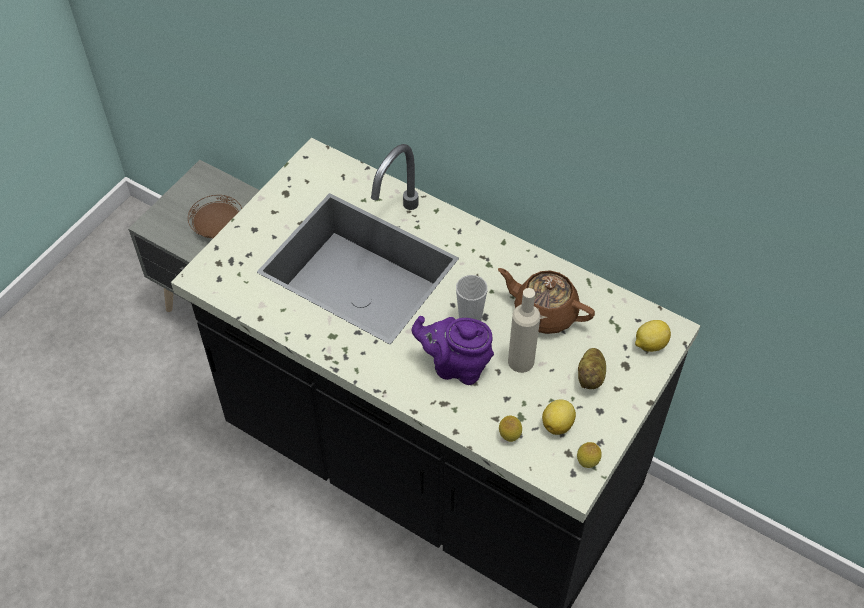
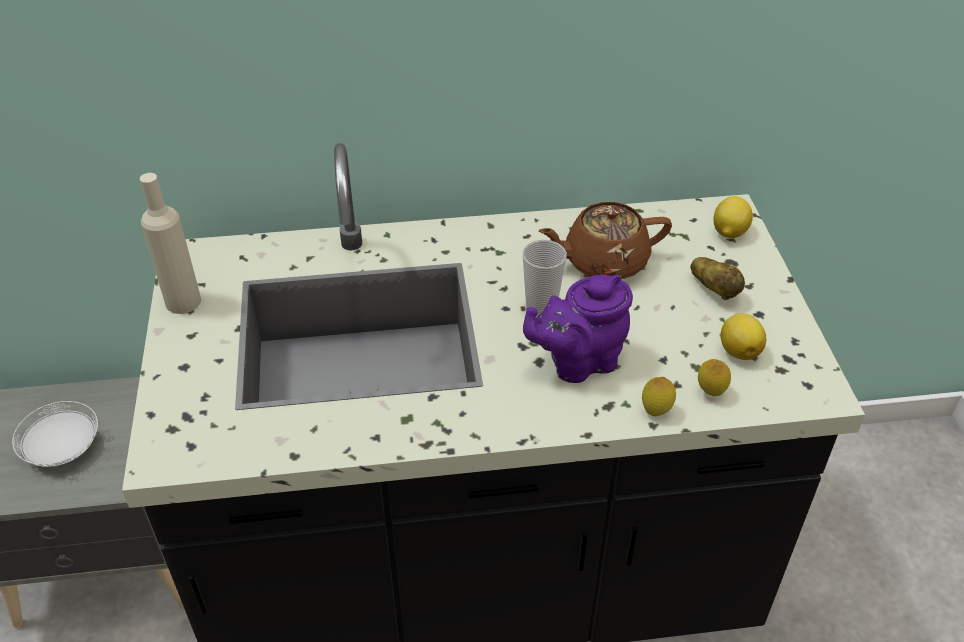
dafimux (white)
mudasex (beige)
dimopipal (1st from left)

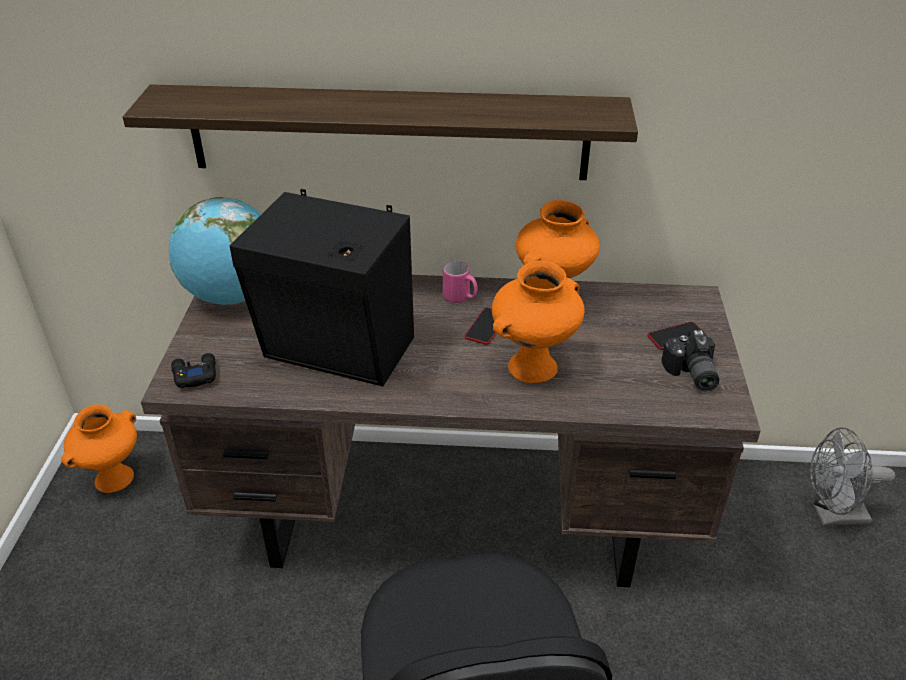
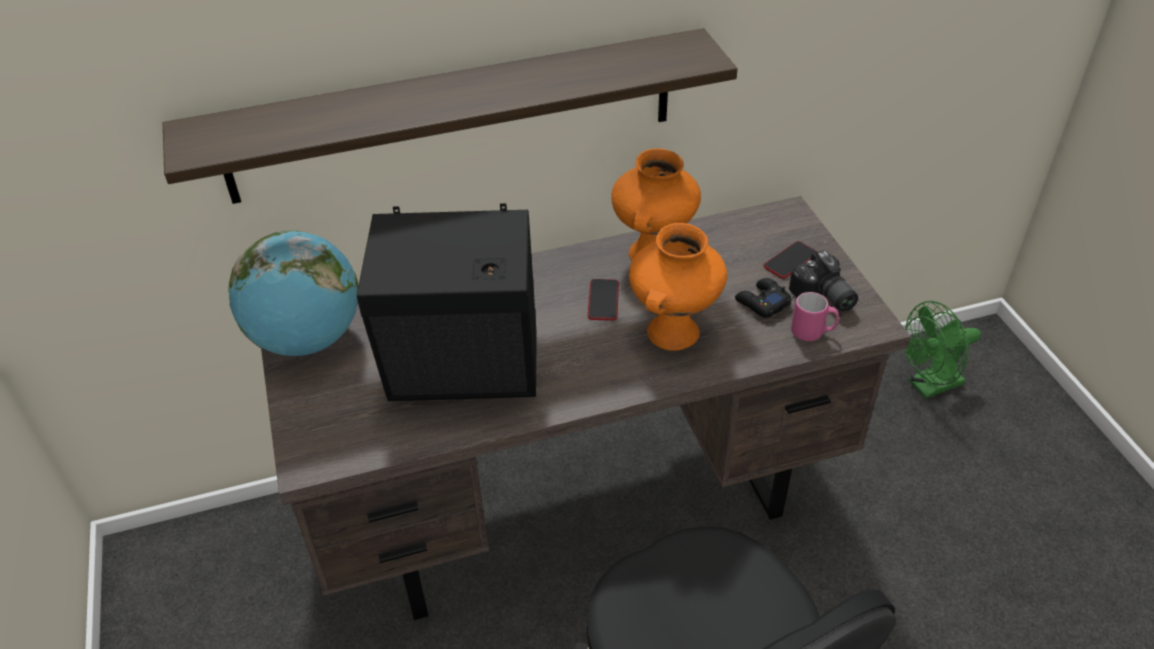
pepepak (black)
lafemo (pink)
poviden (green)
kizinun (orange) (1st from left in the first image)

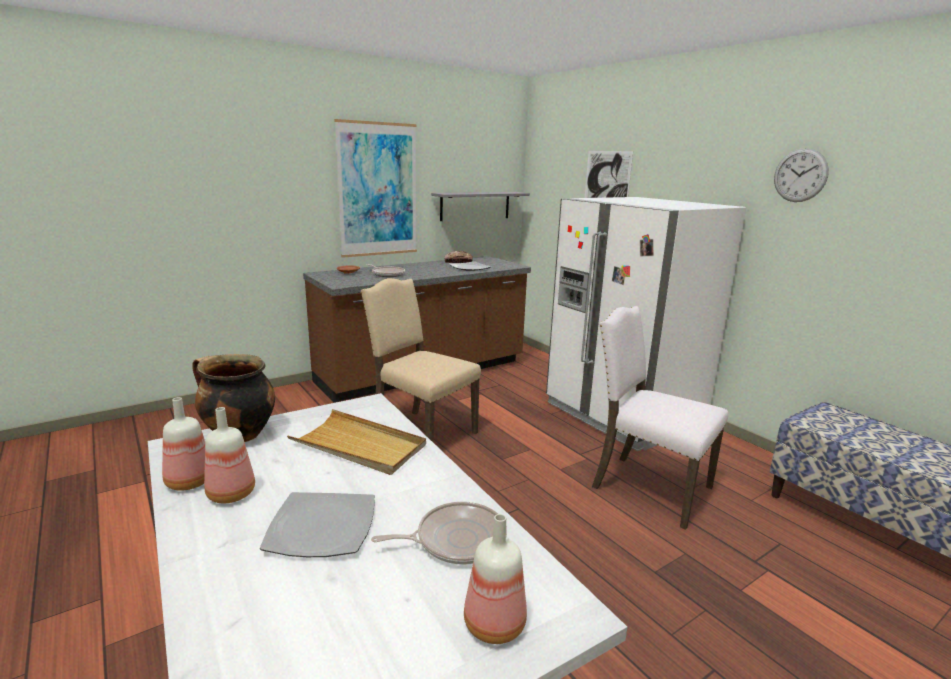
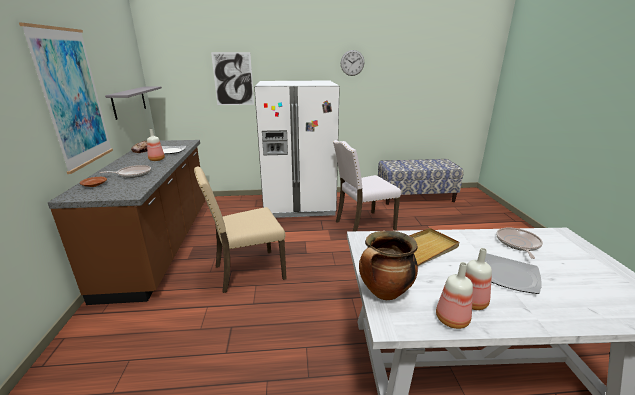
mudasex (1st from left)

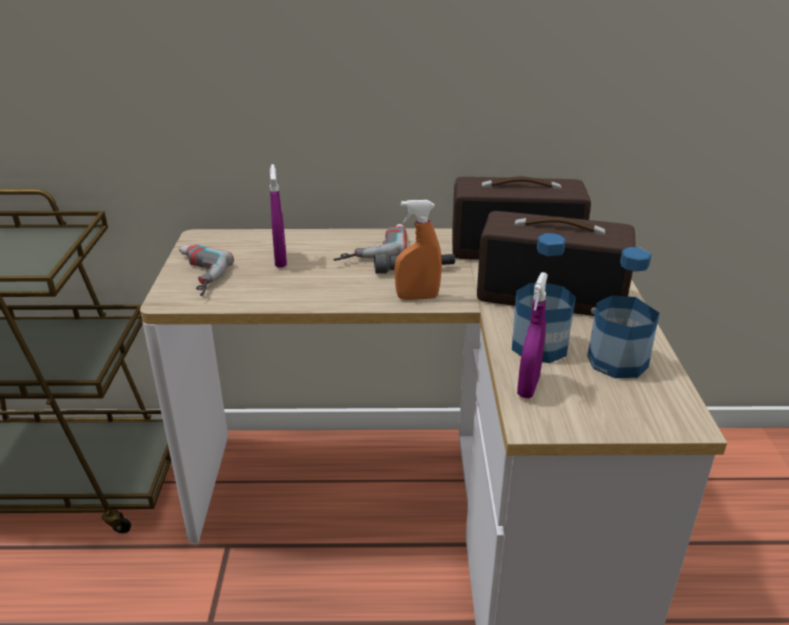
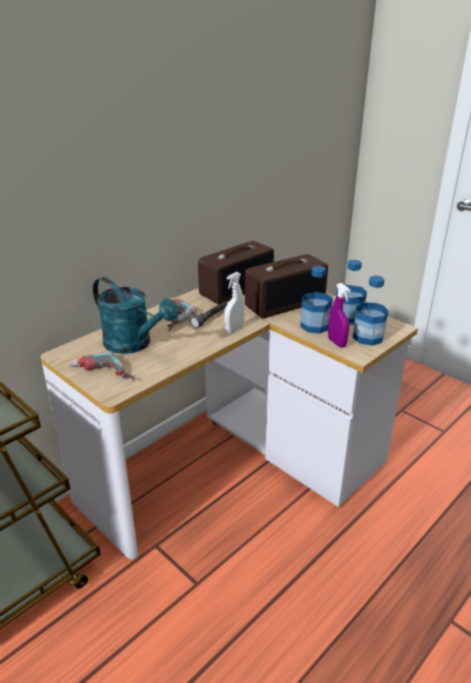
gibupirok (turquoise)
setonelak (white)
mudasex (3rd from left)

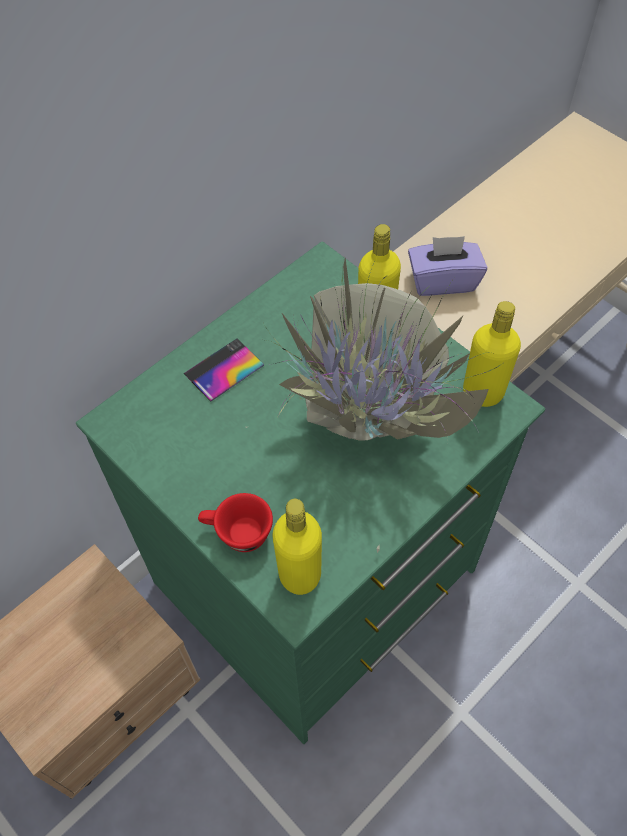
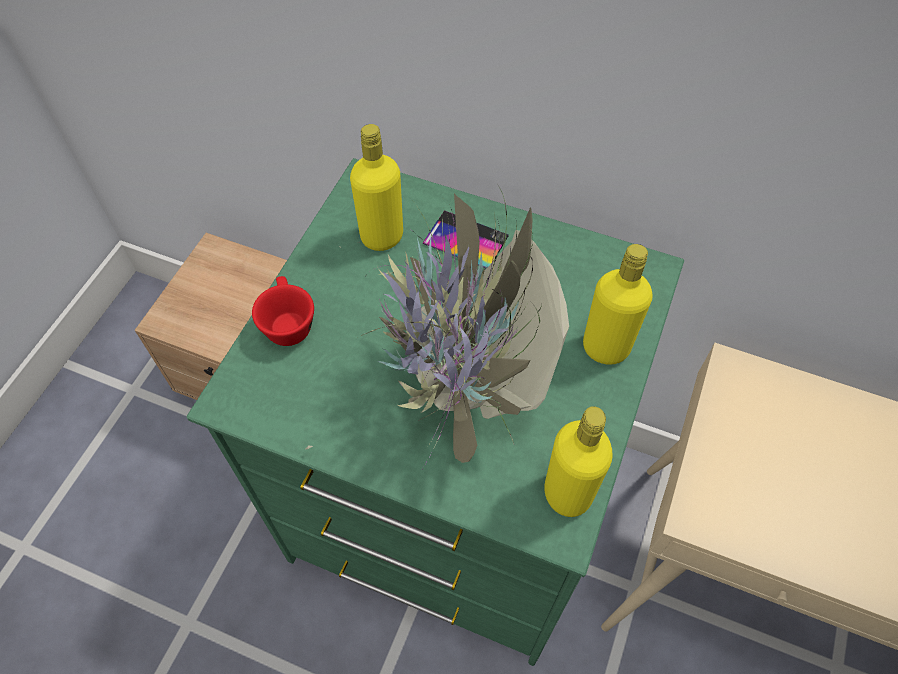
mudasex (yellow) (1st from left)
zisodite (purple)

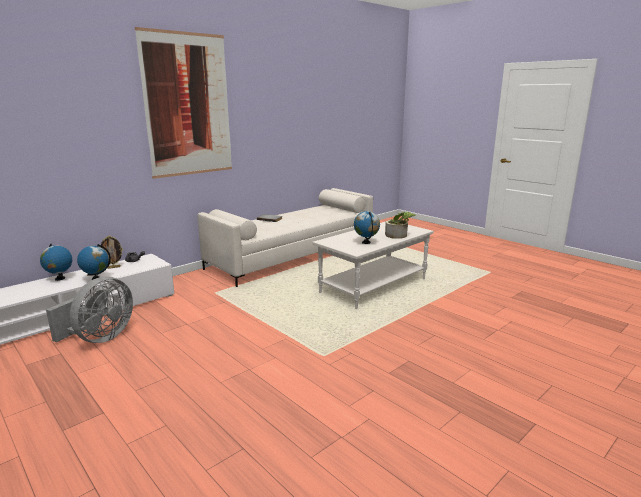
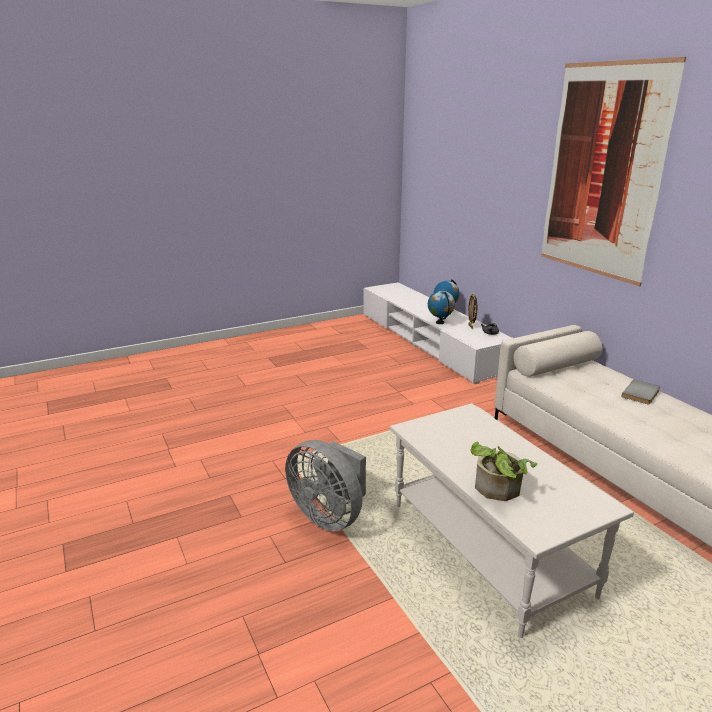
poviden (grey)
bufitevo (3rd from left in the first image)

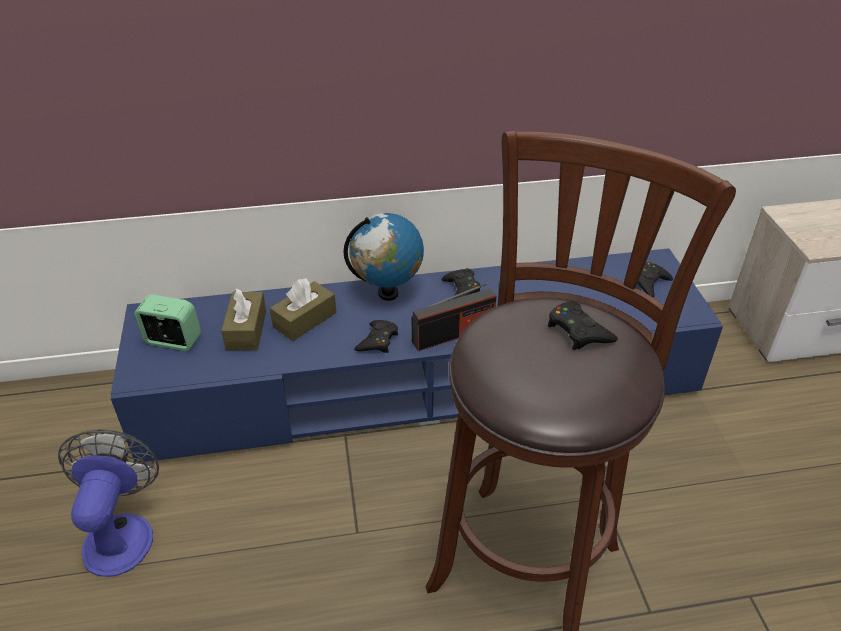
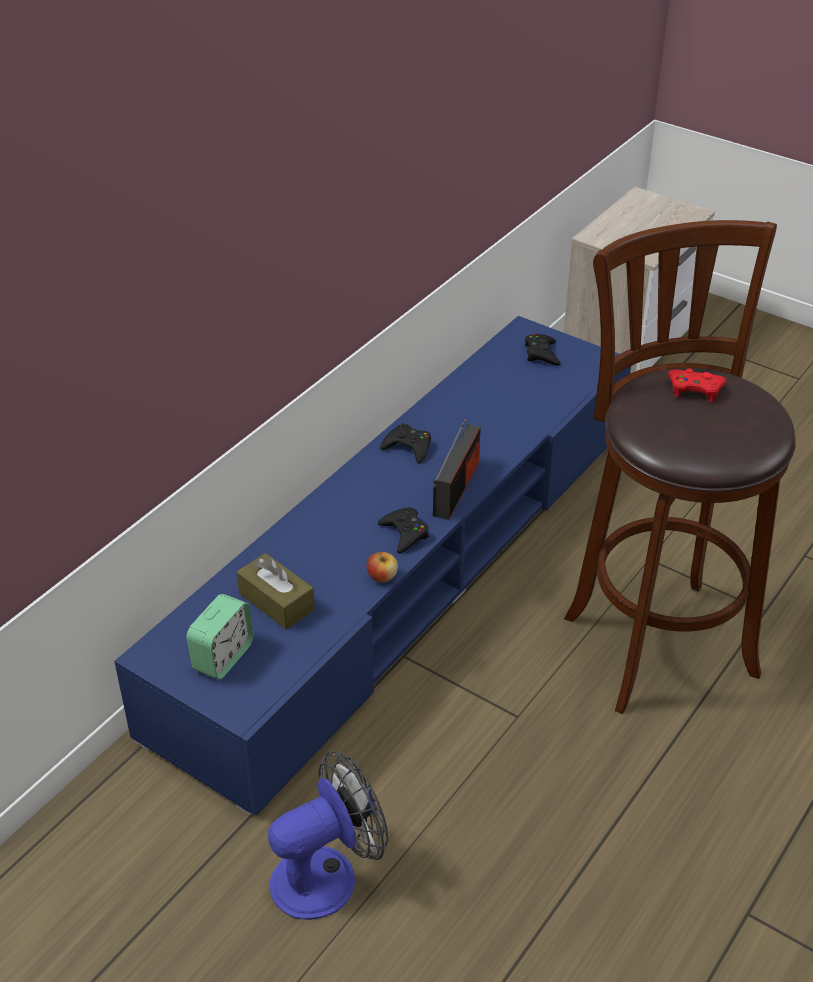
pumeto
poviden
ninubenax
pepepak (red)
zisodite (brown) (2nd from left in the first image)
bufitevo

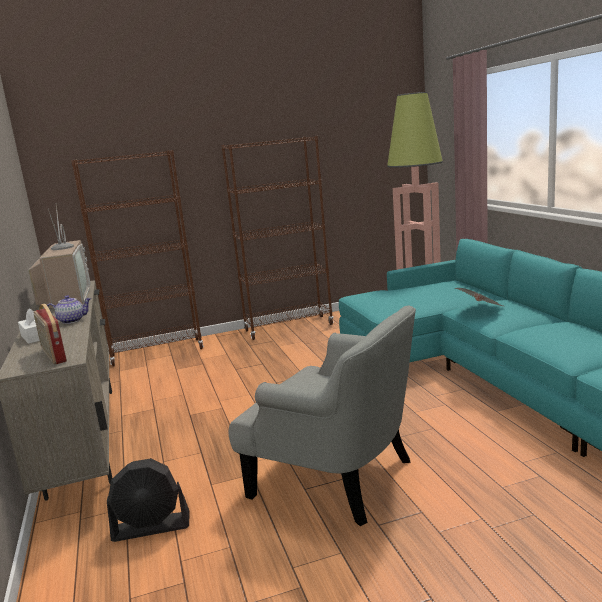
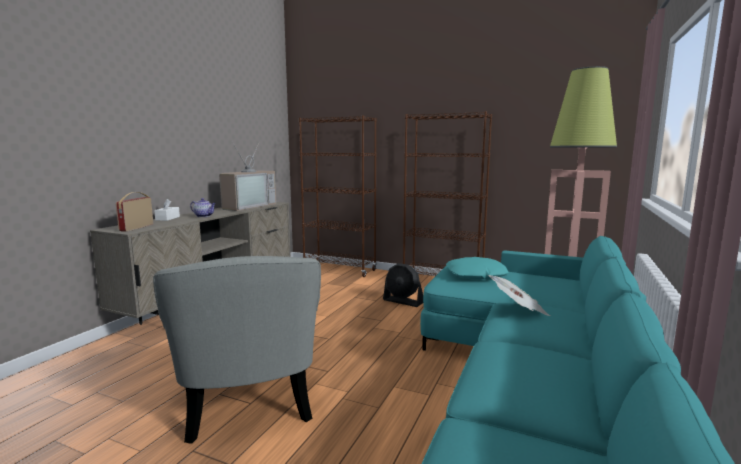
poviden (black)
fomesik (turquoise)

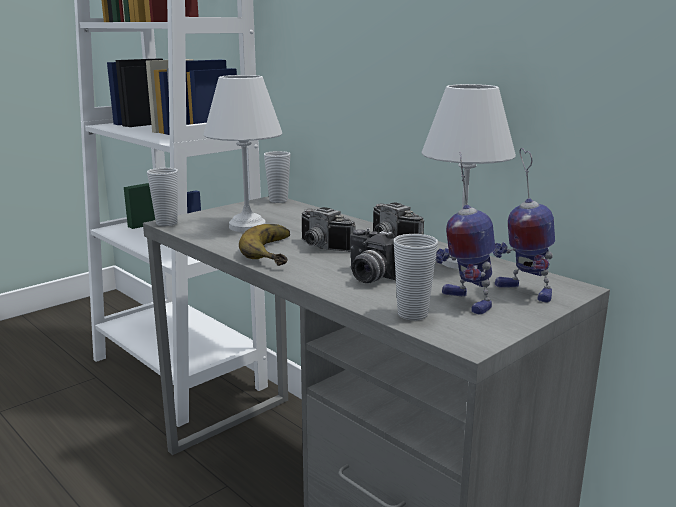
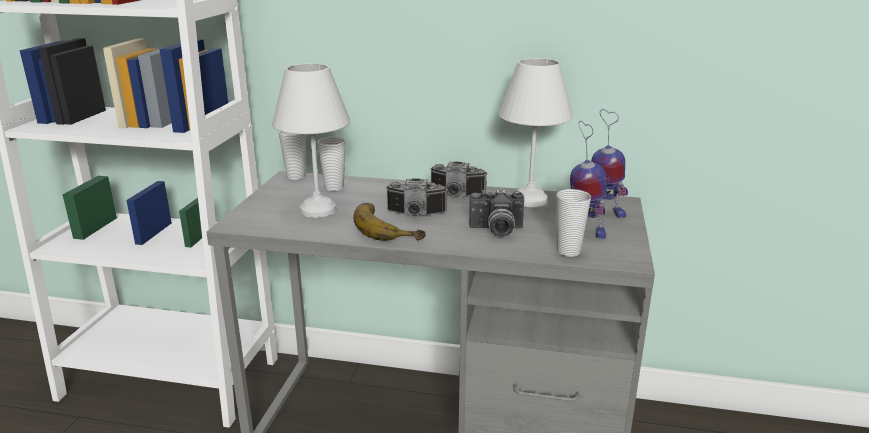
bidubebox (2nd from left)

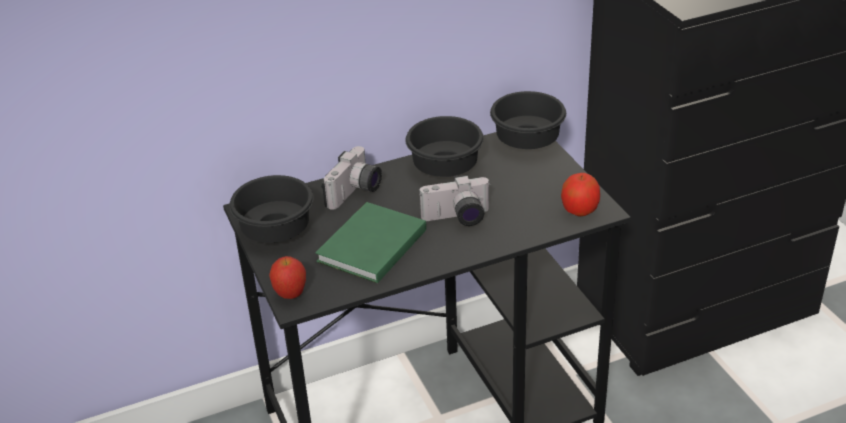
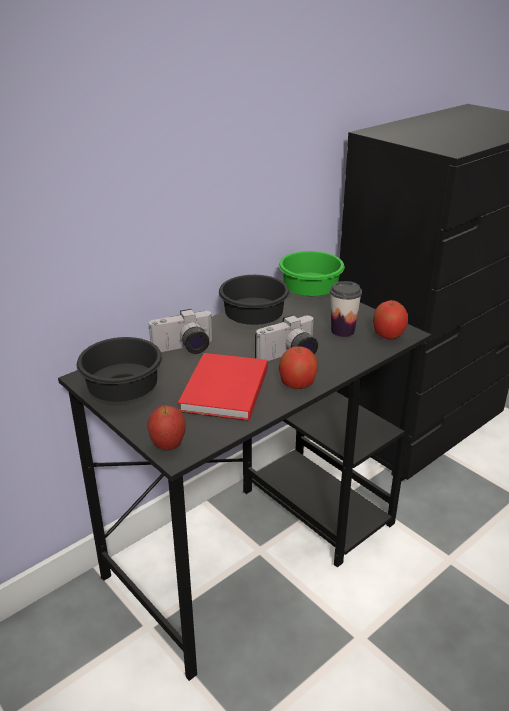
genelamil (1st from left)
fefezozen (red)
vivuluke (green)
ninubenax (2nd from left)
bidubebox

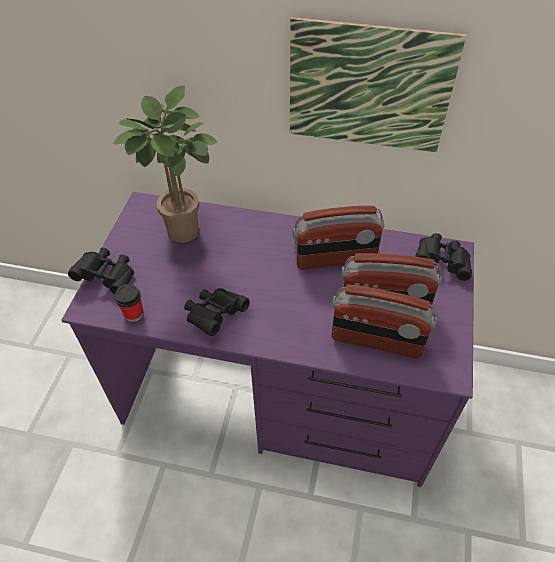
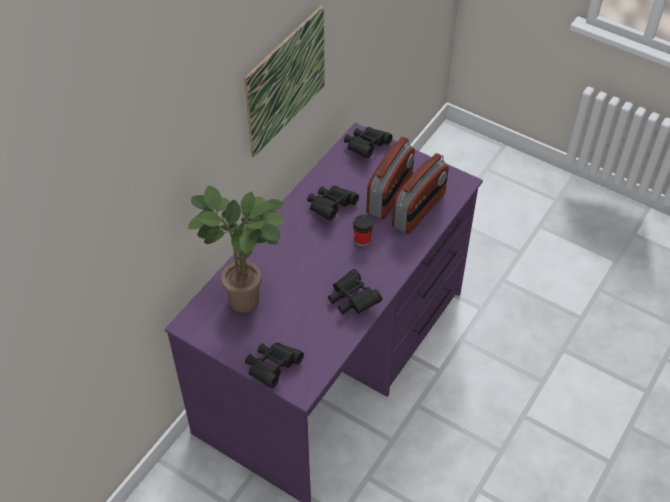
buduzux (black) (2nd from left)
bidubebox

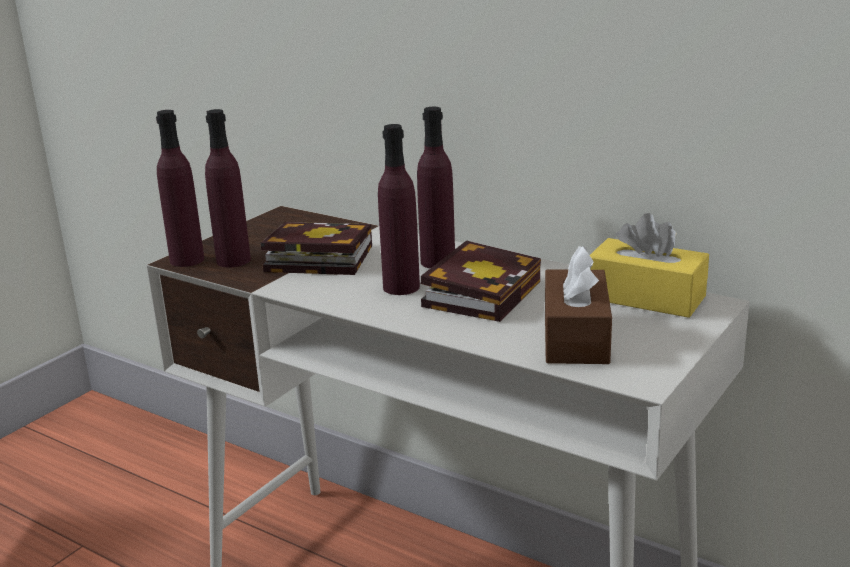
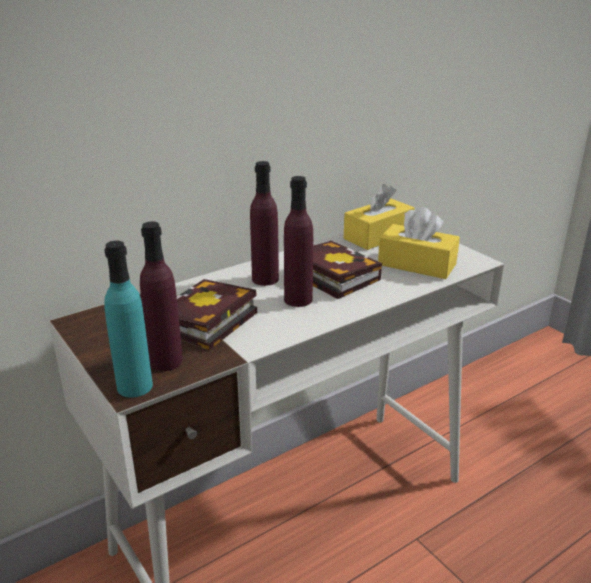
mudasex (turquoise)
zisodite (yellow) (2nd from left)

